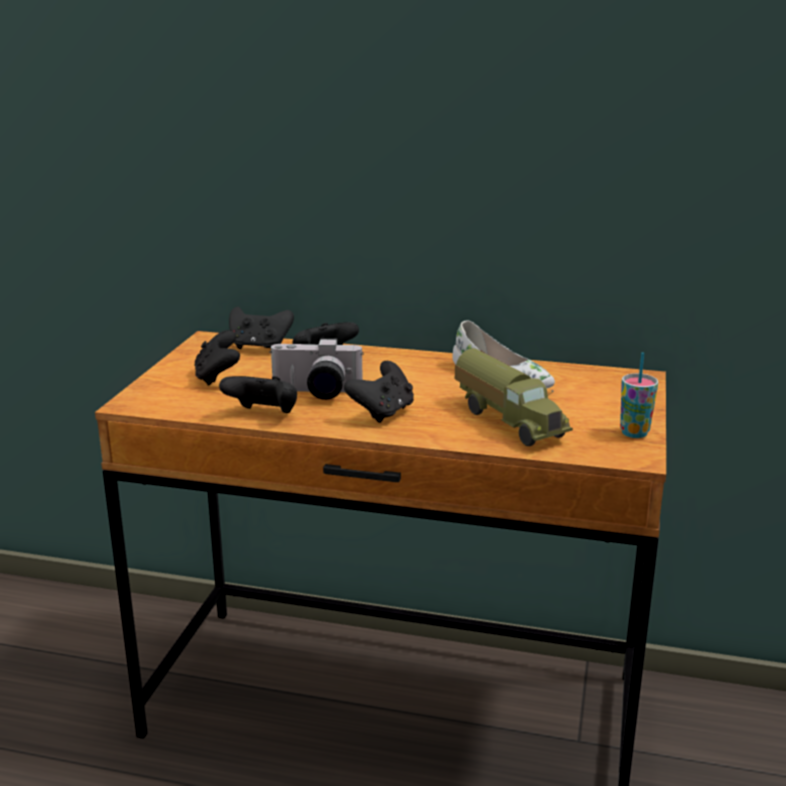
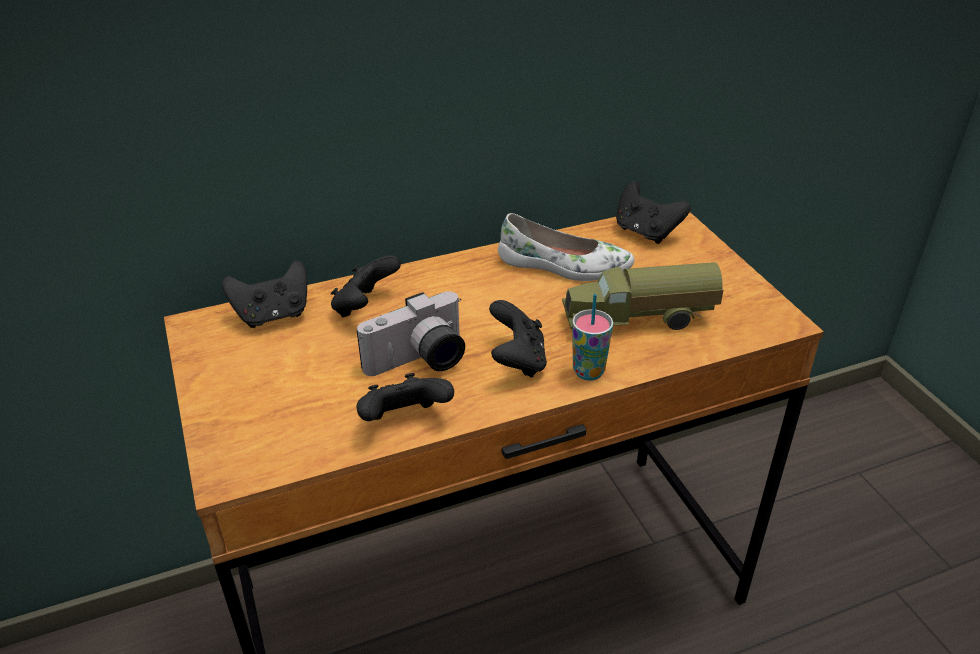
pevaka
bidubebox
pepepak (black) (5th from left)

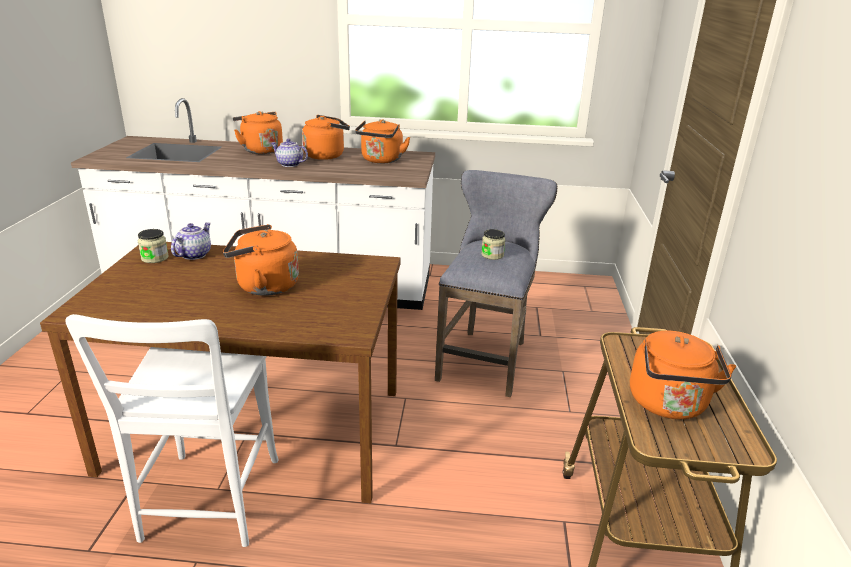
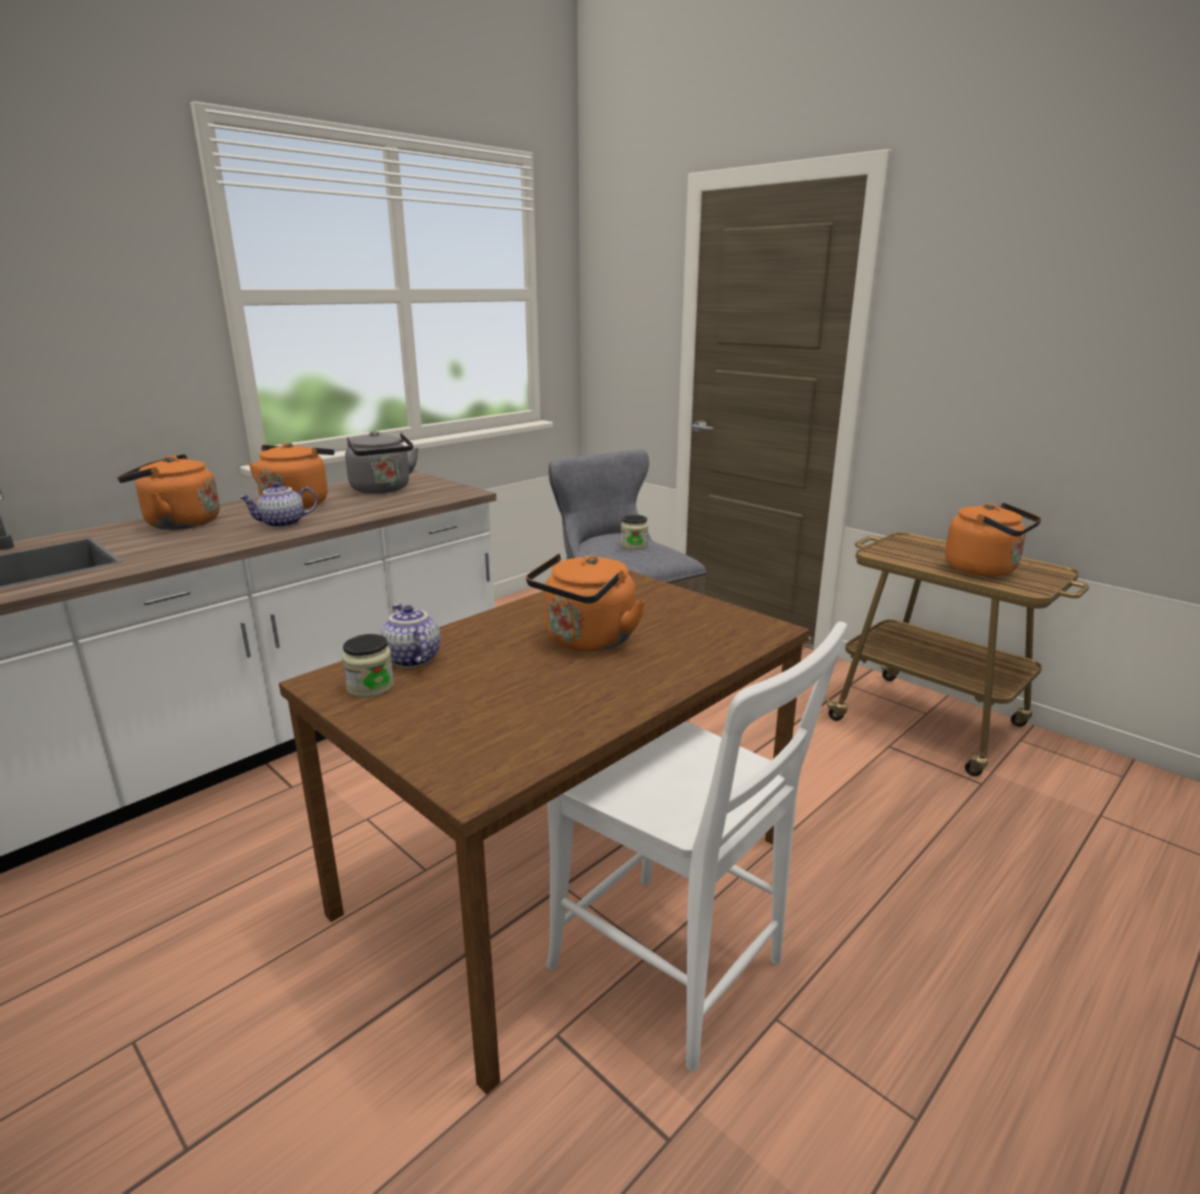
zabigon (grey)

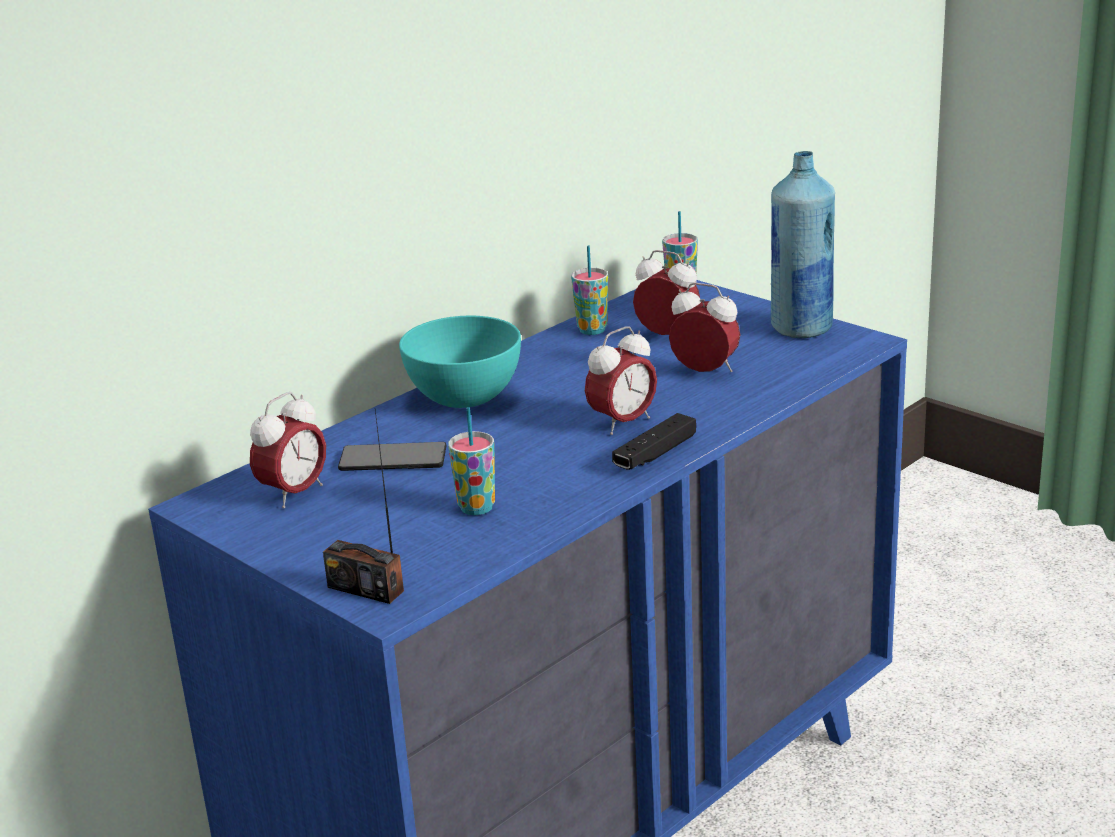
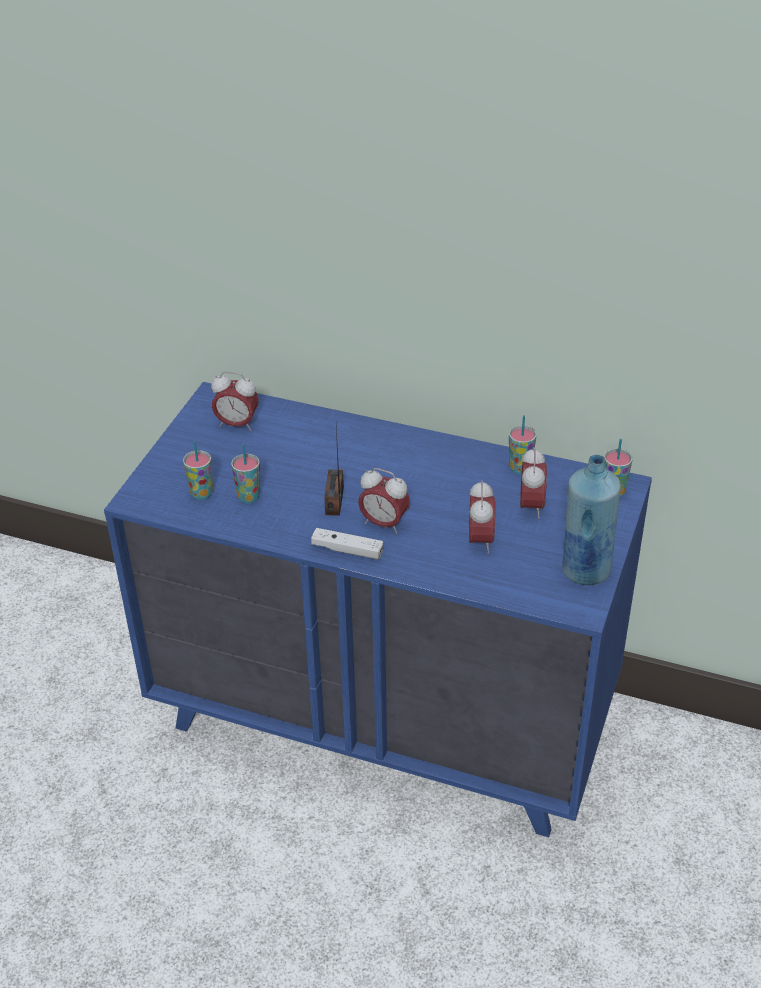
bidubebox (1st from left)
pepepak (white)
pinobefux
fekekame
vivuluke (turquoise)

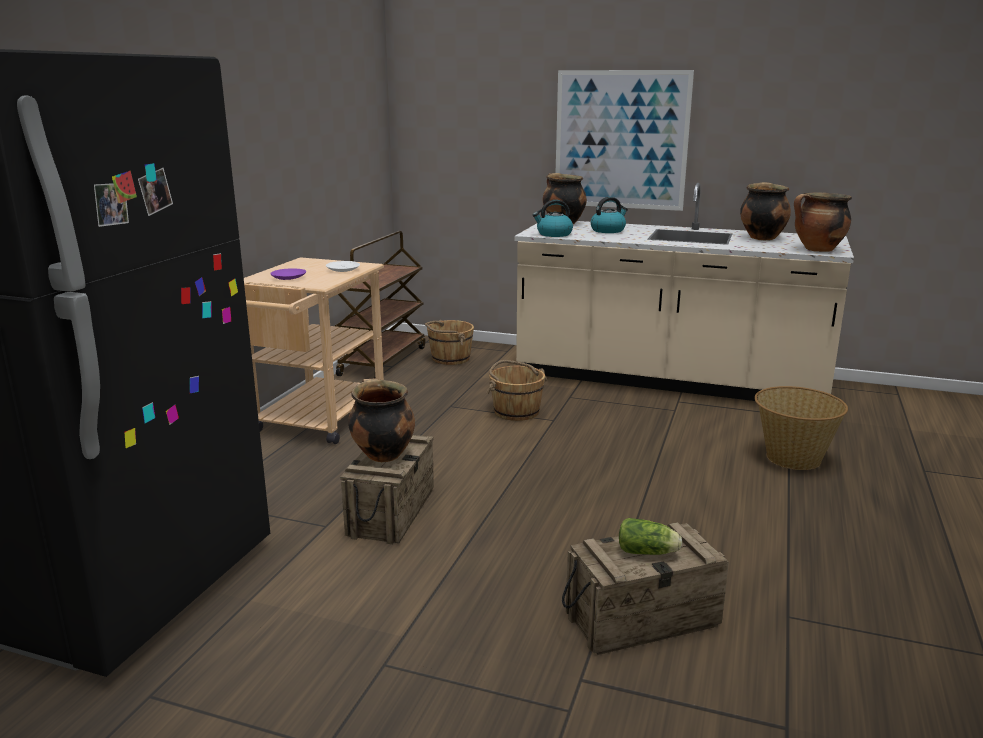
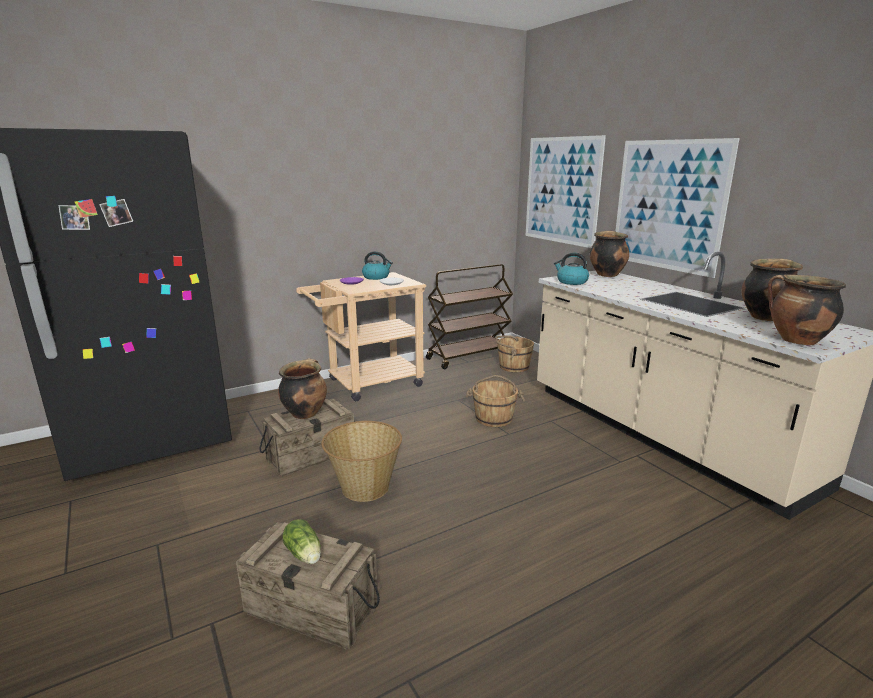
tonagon
zabigon (1st from left)
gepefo (1st from left)

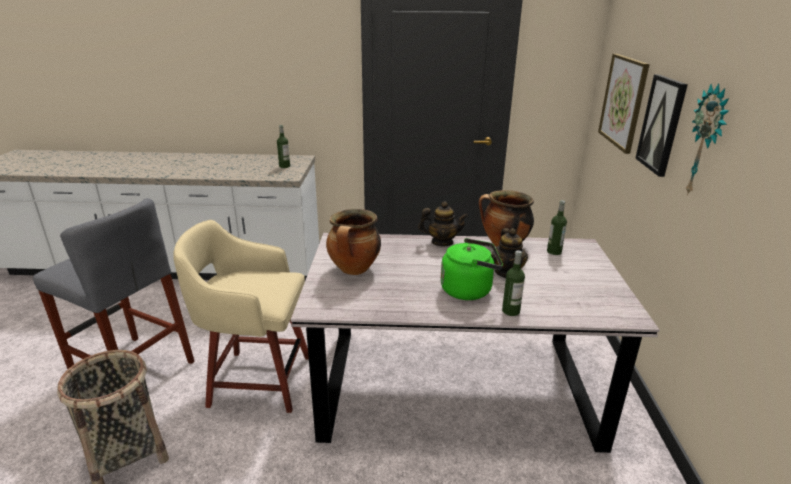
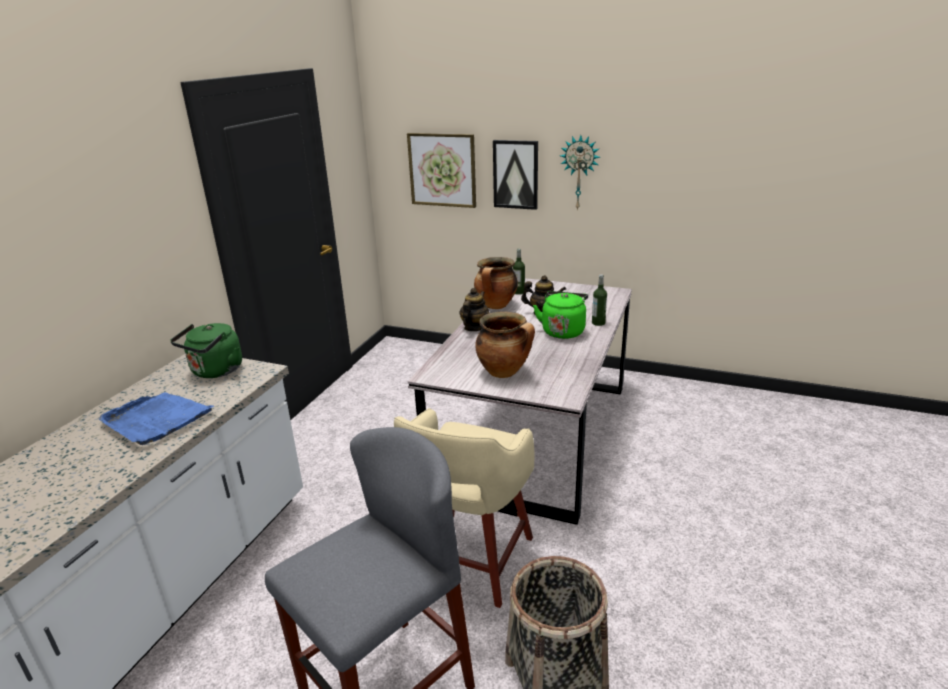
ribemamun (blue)
zabigon (green) (1st from left)

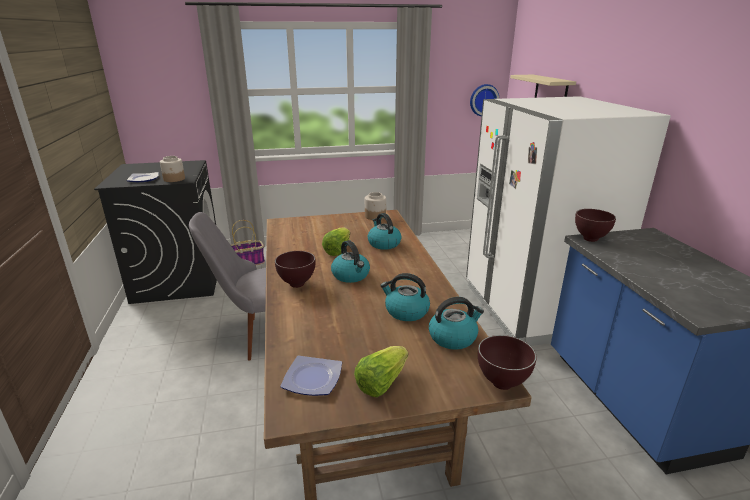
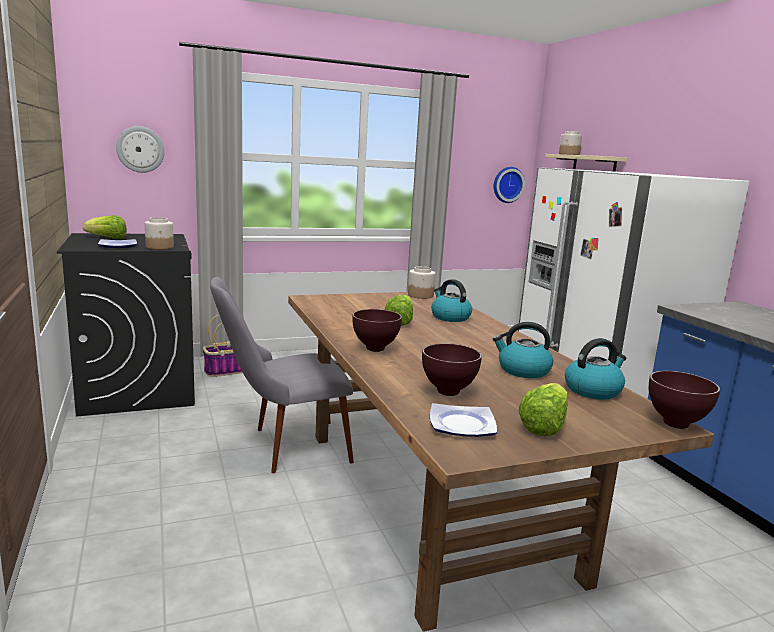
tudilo (1st from left)
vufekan (1st from left)
vivuluke (brown) (2nd from left)
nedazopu (3rd from left)
zabigon (1st from left in the first image)

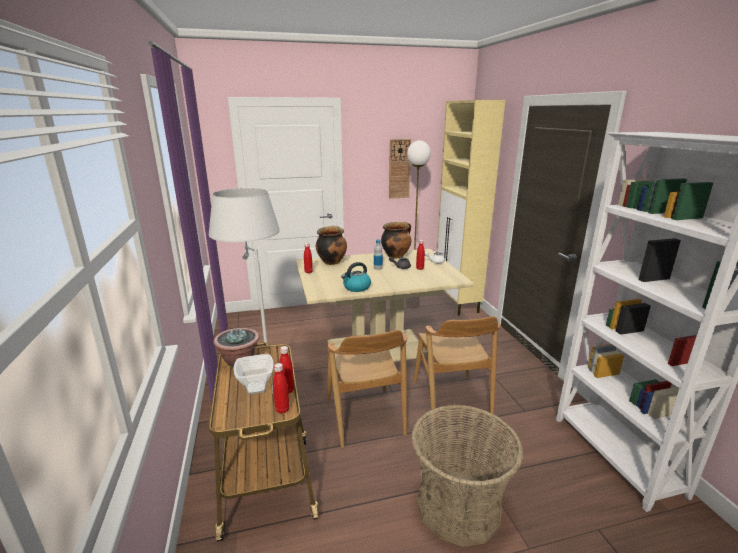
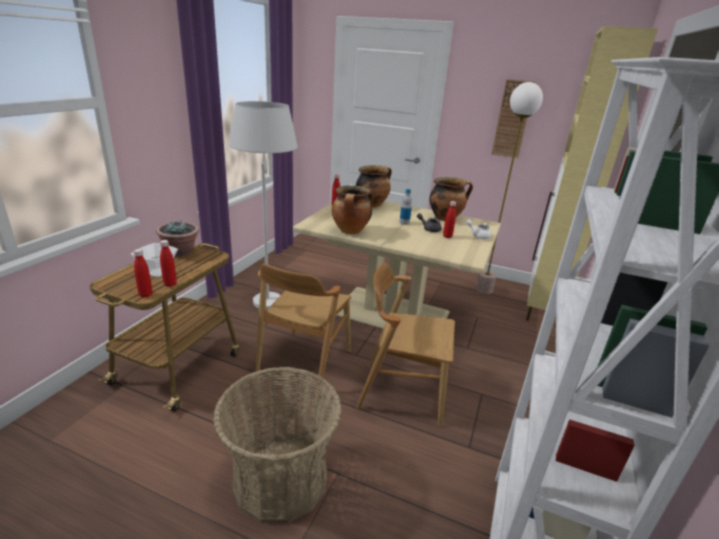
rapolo (1st from left)
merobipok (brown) (2nd from left)

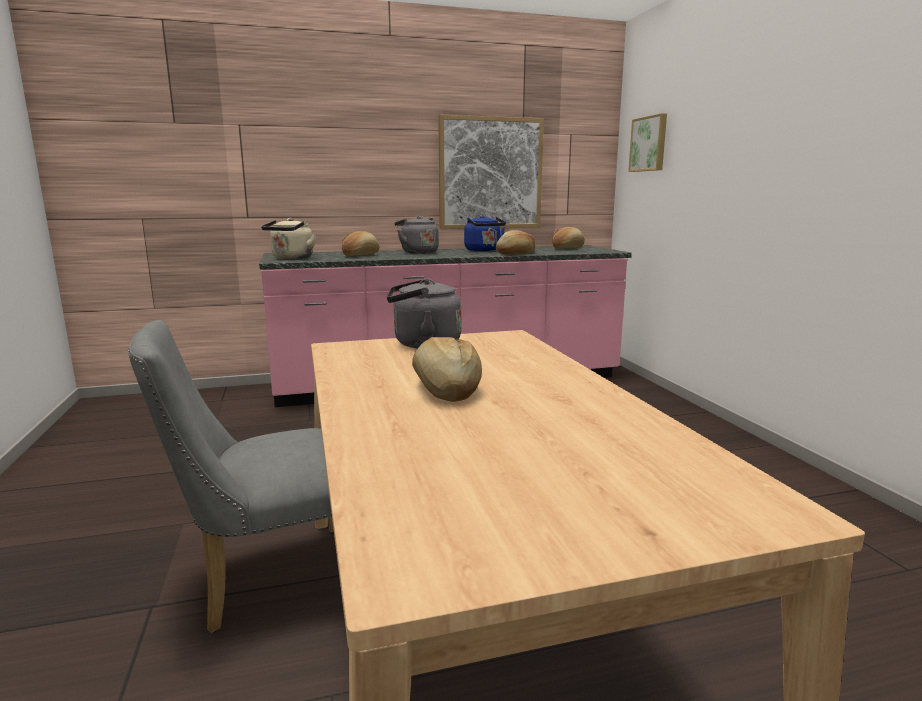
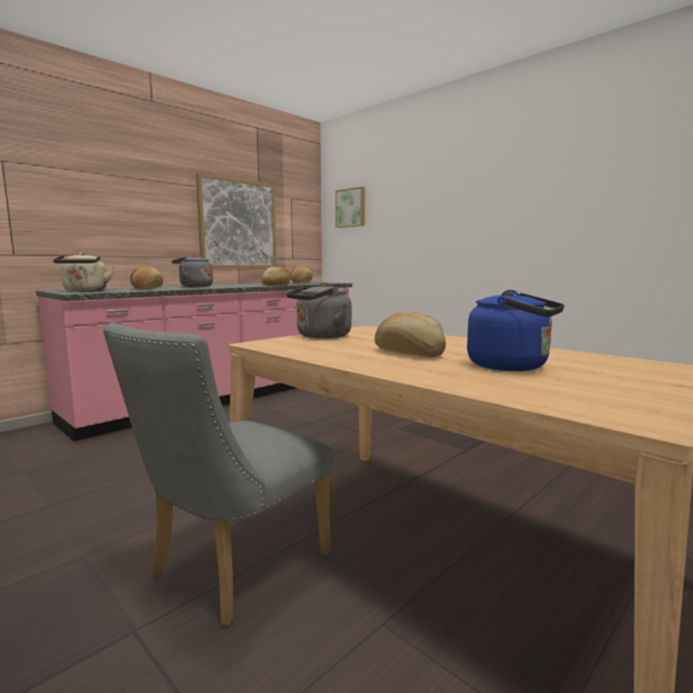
zabigon (blue)

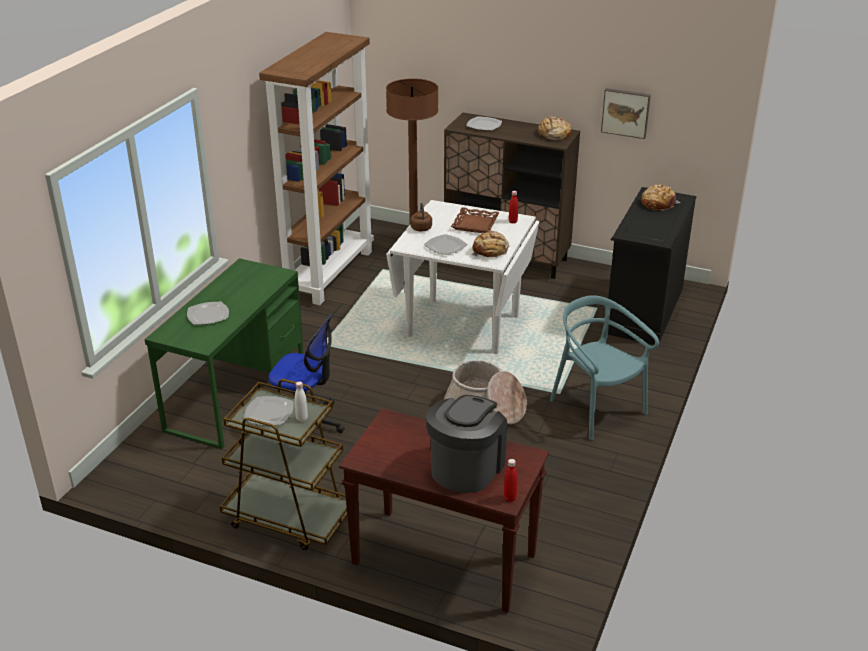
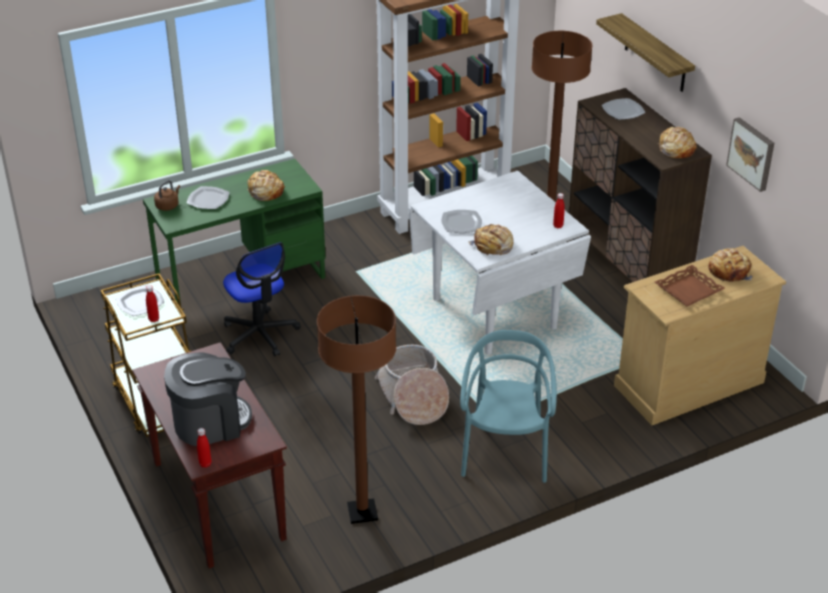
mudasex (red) (1st from left)
zabigon (brown)
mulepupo (1st from left)
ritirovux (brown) (1st from left)
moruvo
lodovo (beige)
ribemamun (brown)

